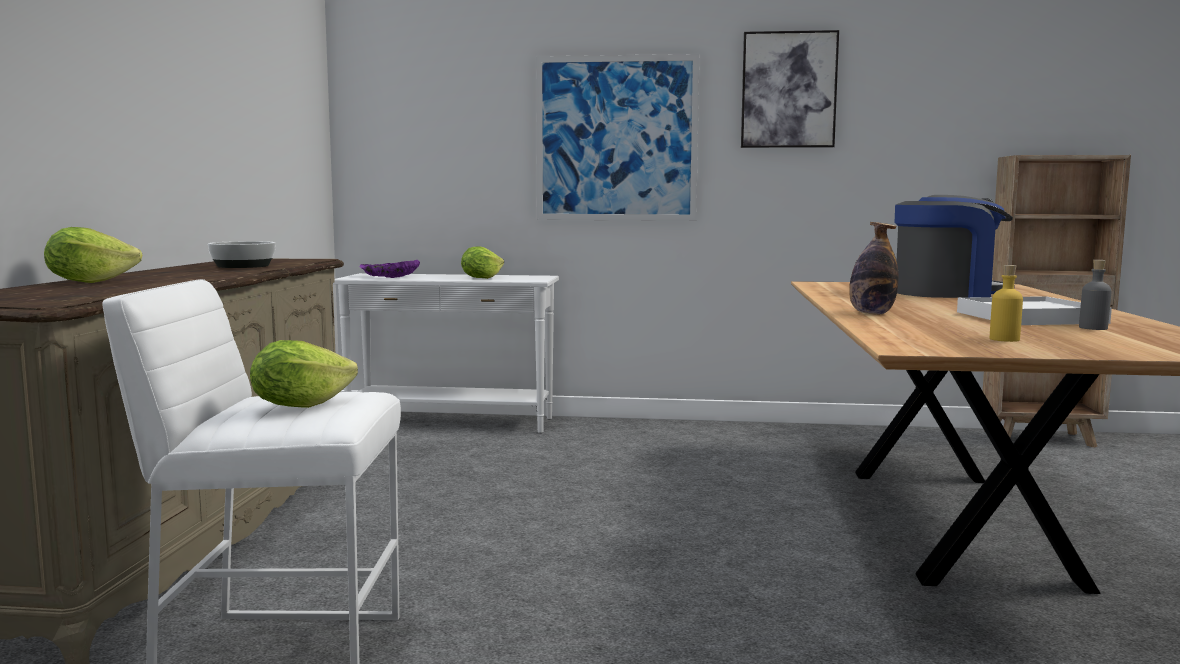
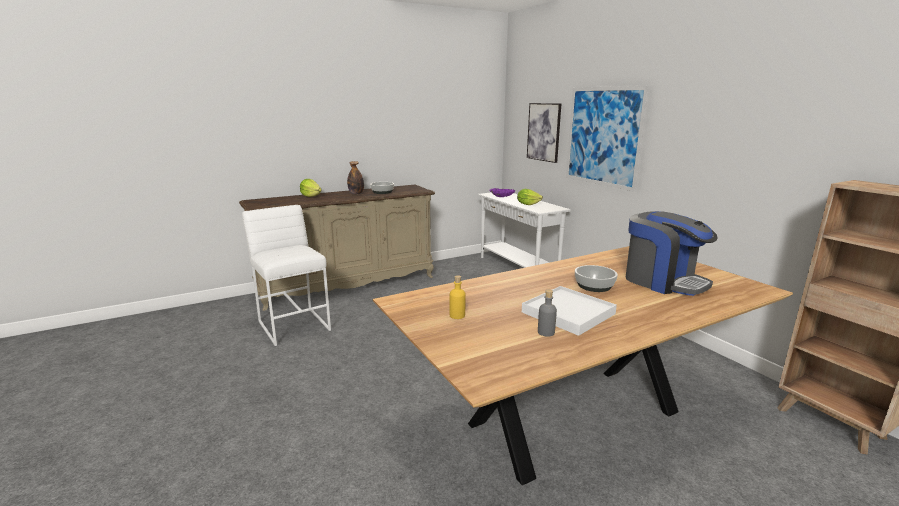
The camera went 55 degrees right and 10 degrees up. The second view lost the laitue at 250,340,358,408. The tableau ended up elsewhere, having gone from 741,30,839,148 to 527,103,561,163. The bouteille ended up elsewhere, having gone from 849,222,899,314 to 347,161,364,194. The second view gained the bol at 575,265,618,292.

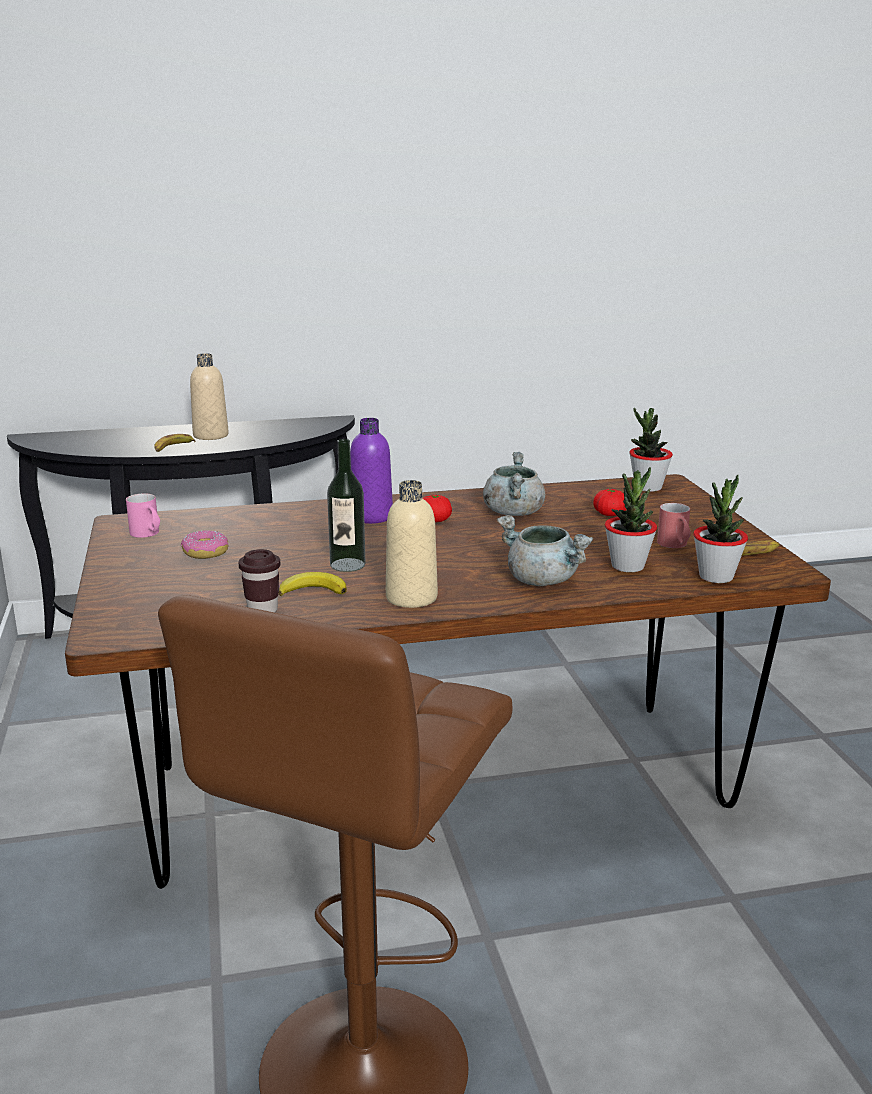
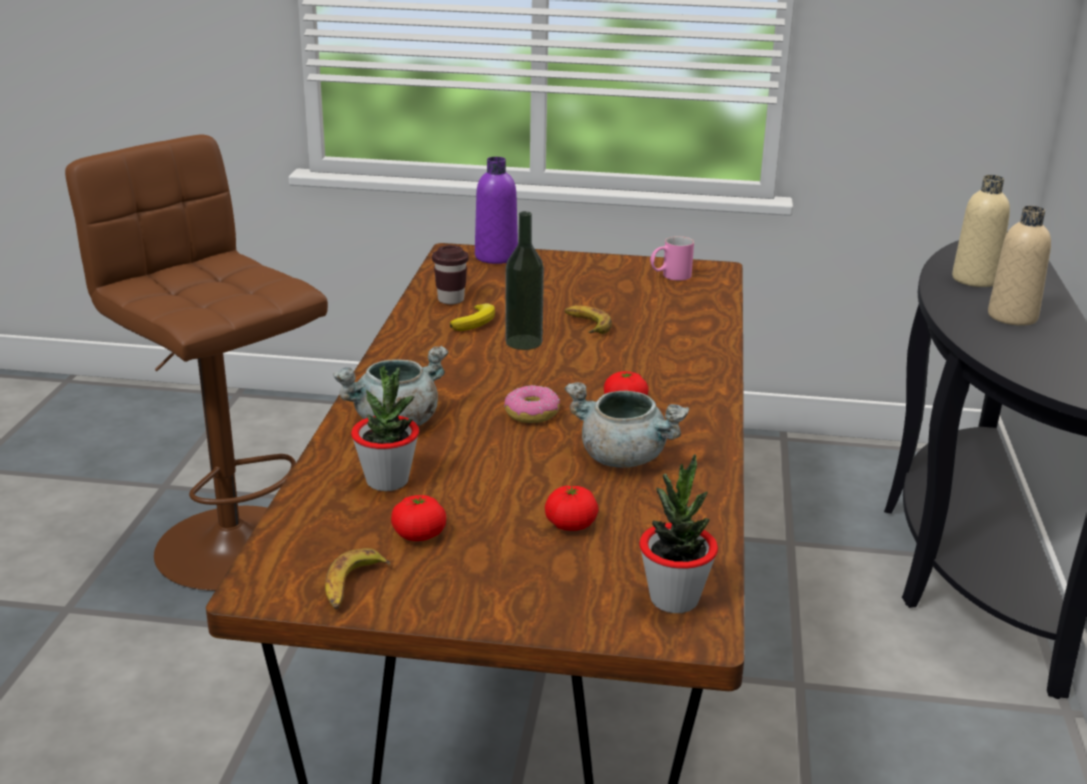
The camera went 110 degrees right and 5 degrees up. The banane ended up elsewhere, having gone from 154,434,195,452 to 565,305,612,334. The beignet ended up elsewhere, having gone from 181,530,228,559 to 504,385,560,423. The bouteille/violet ended up elsewhere, having gone from 350,418,393,524 to 475,157,518,264. The bouteille/beige ended up elsewhere, having gone from 386,480,438,608 to 952,175,1010,287. Where the mug/rouge stood at 657,503,691,548, the tomate came to stand at 391,495,446,541. The second view lost the plante en pot at 693,474,748,583.

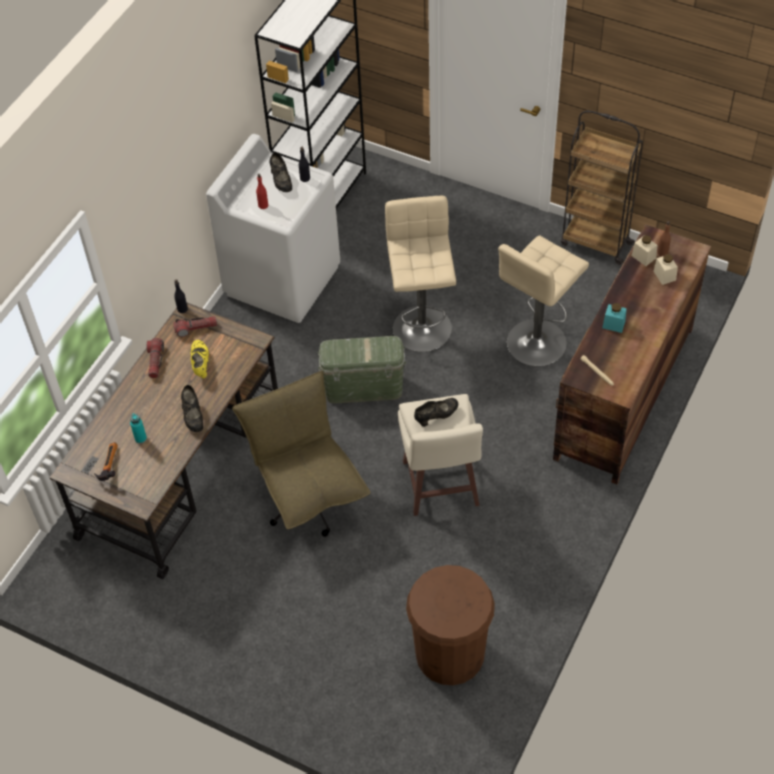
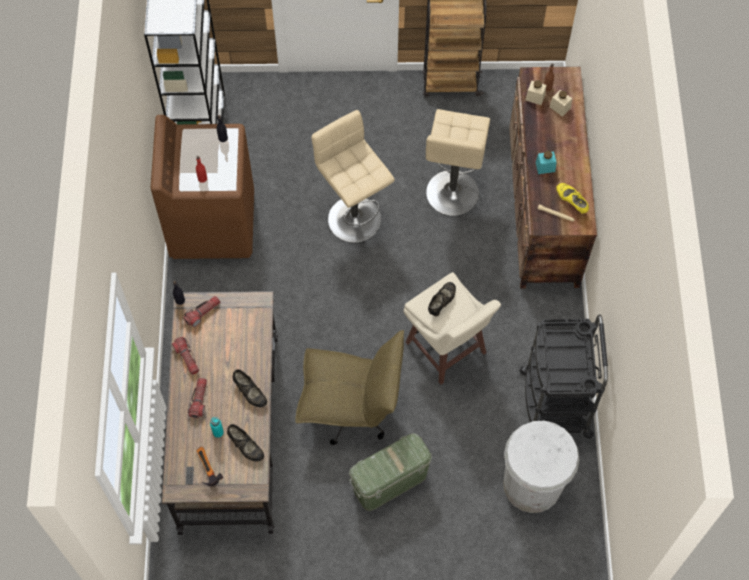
The camera went 30 degrees left and 10 degrees up. The chaussure/jaune ended up elsewhere, having gone from 191,340,209,378 to 556,183,589,214. What was the lave-linge/blanc at 206,134,340,323 turned into the lave-linge/marron at 150,115,254,259. The chaise de bureau/beige at 232,371,371,537 ended up facing another way, 150 degrees clockwise from before. The chaussure/noir ended up elsewhere, having gone from 269,152,292,192 to 227,424,264,462. The boîte de rangement/vert ended up elsewhere, having gone from 317,336,406,403 to 348,433,432,511. What was the poubelle/marron at 406,565,495,685 turned into the poubelle/blanc at 503,421,580,513. The second view gained the lampe de poche at 188,378,207,418. The second view gained the chariot/noir at 519,314,608,439.

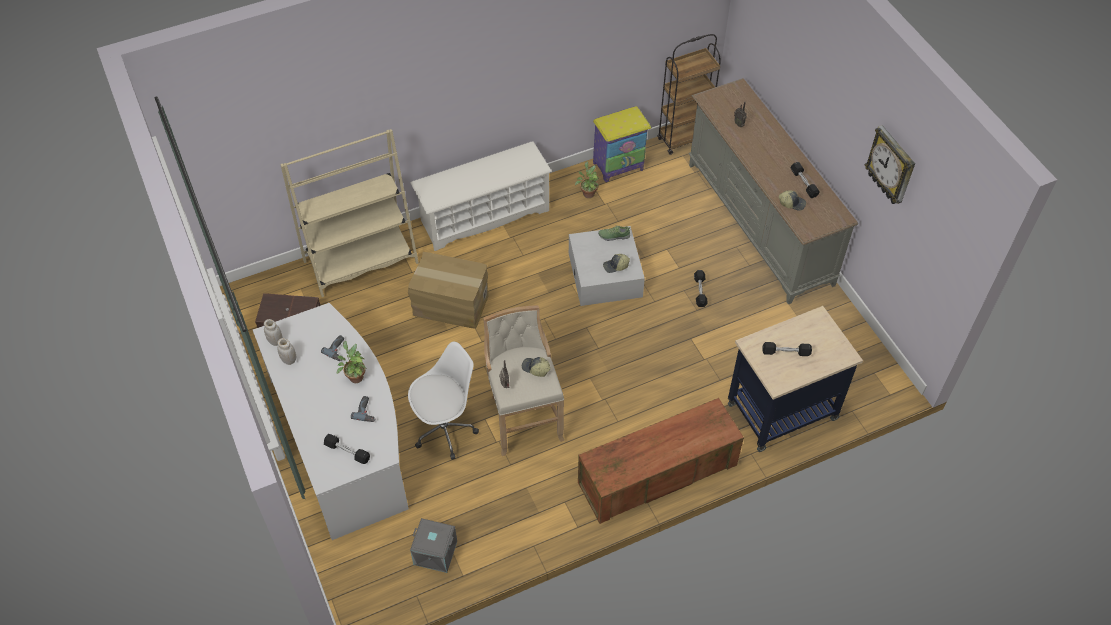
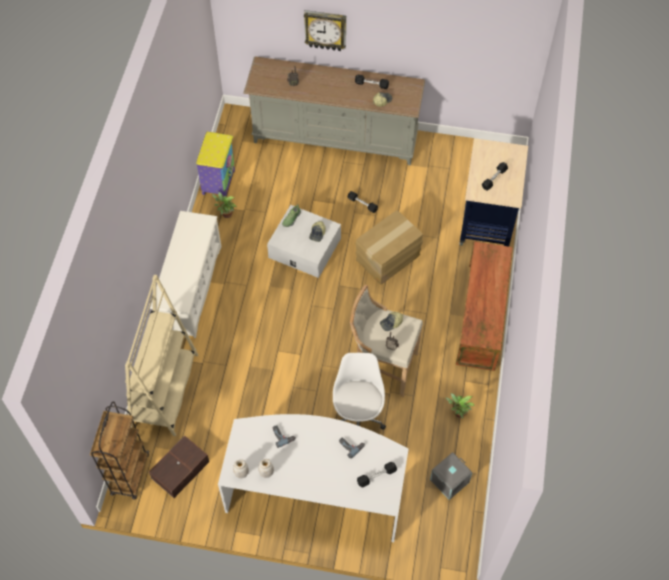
The camera went 55 degrees left and 5 degrees up. The plante en pot ended up elsewhere, having gone from 336,341,367,383 to 445,393,475,418. The carton ended up elsewhere, having gone from 408,252,489,329 to 355,210,423,285. The chariot/marron ended up elsewhere, having gone from 657,34,721,155 to 90,401,149,499. The horloge murale ended up elsewhere, having gone from 865,125,915,204 to 304,10,346,51.

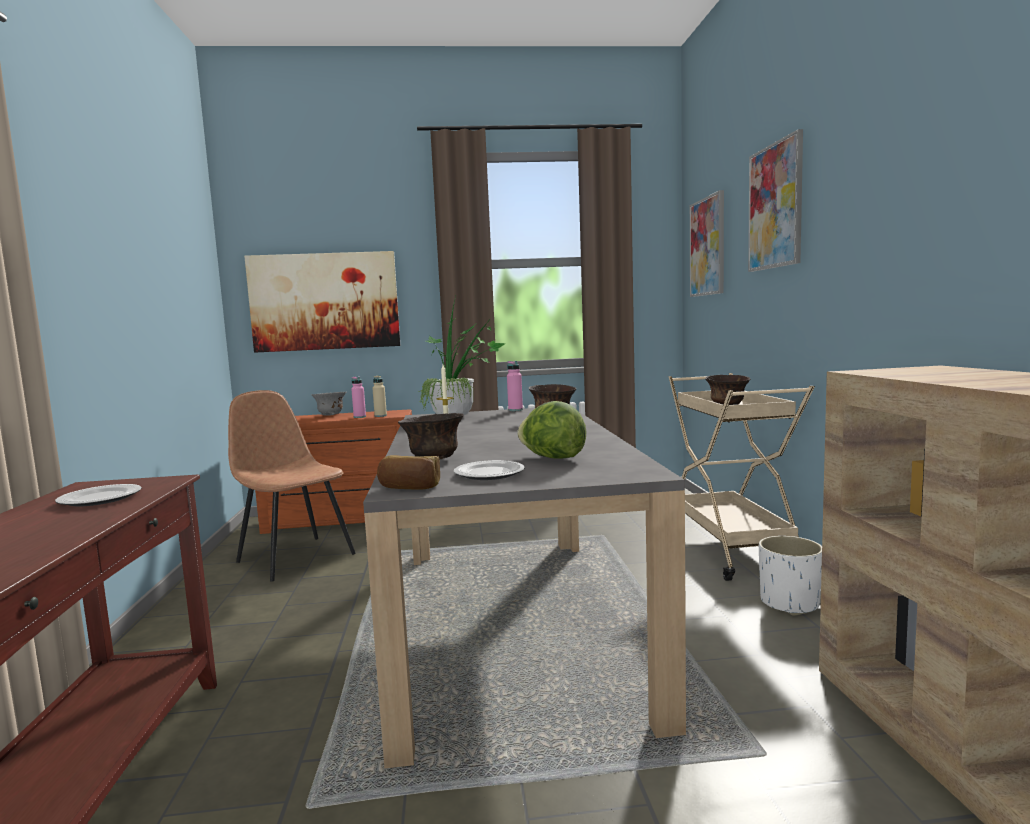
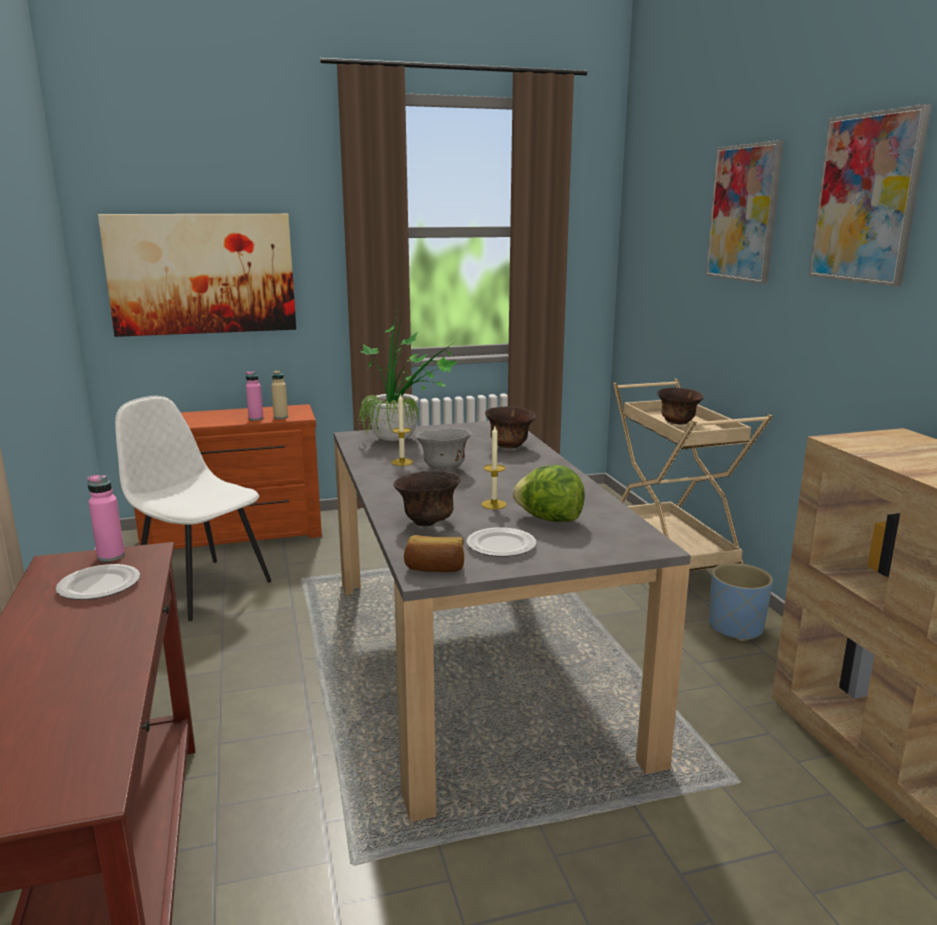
The camera went 10 degrees left and 10 degrees up. What was the chaise/marron at 228,390,356,581 turned into the chaise/blanc at 115,396,272,621. The bol/gris ended up elsewhere, having gone from 311,392,346,416 to 415,428,472,471. The bouteille/rose ended up elsewhere, having gone from 507,361,523,411 to 88,475,125,562. The tableau ended up elsewhere, having gone from 690,190,724,297 to 809,104,931,287. What was the cache-pot/blanc at 759,536,822,616 turned into the cache-pot/bleu at 709,563,773,641. The second view gained the bougie at 482,426,507,509.

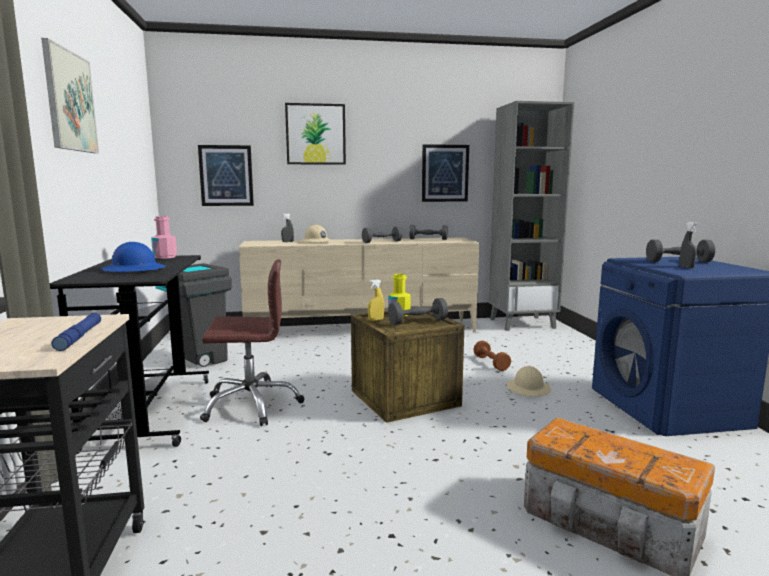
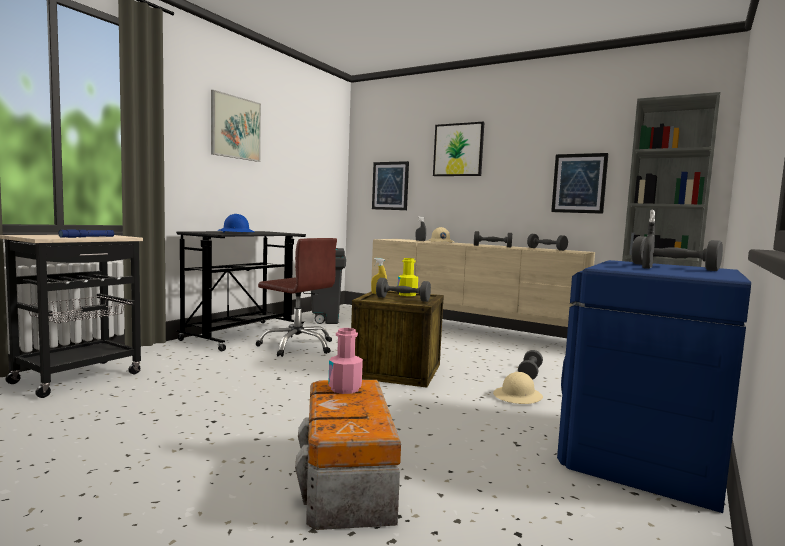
The camera went 40 degrees right and 5 degrees down. The bouteille/rose ended up elsewhere, having gone from 151,216,177,259 to 328,328,363,394. What was the haltère/marron at 473,341,511,371 turned into the haltère/gris at 518,350,543,380.

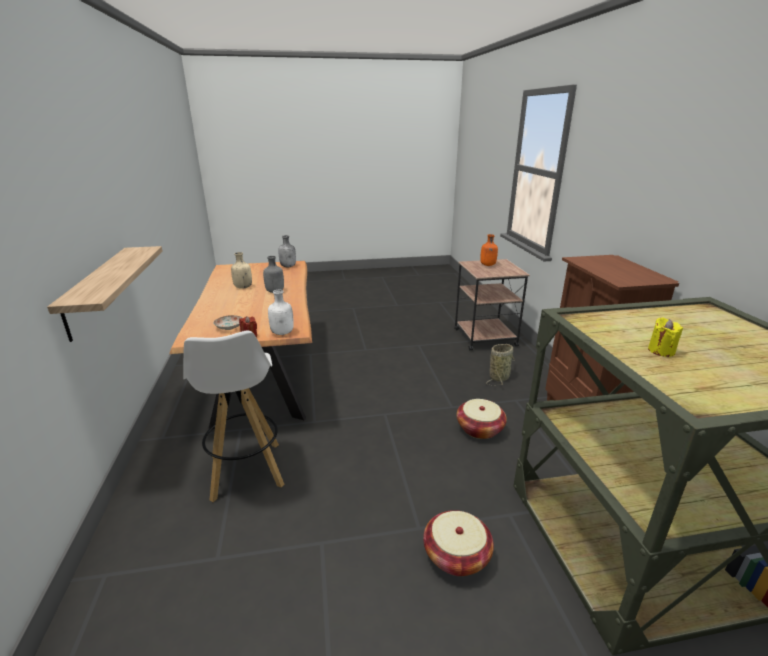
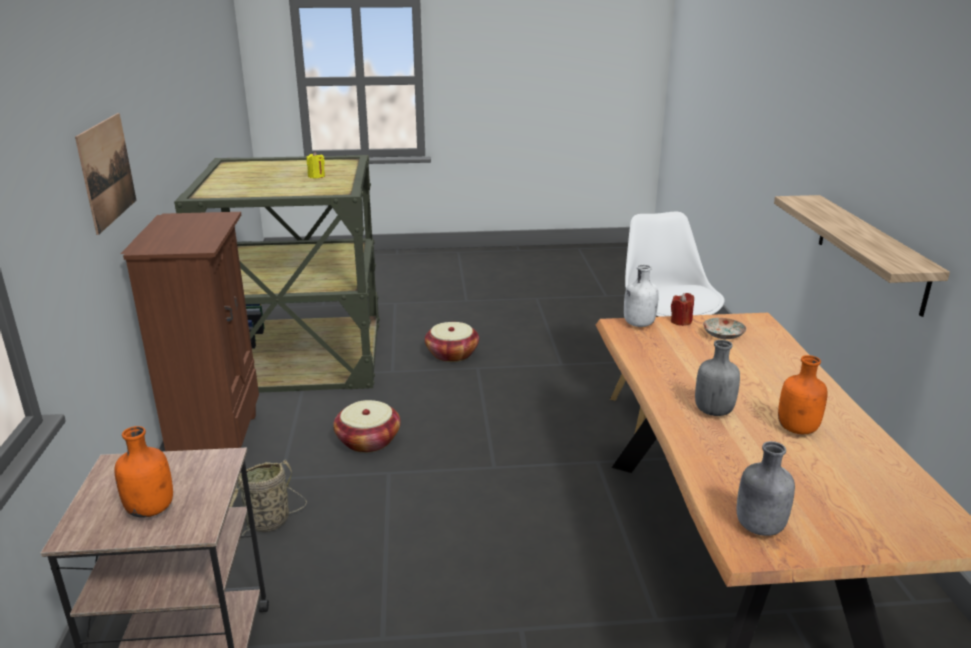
The camera went 175 degrees left and 0 degrees up. What was the bouteille/beige at 231,252,252,289 turned into the bouteille/orange at 778,355,828,434. The second view gained the tableau at 75,113,136,235.

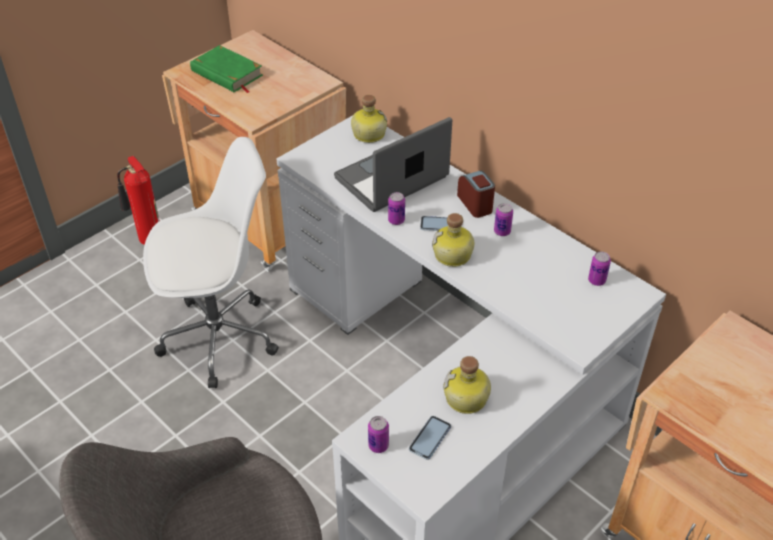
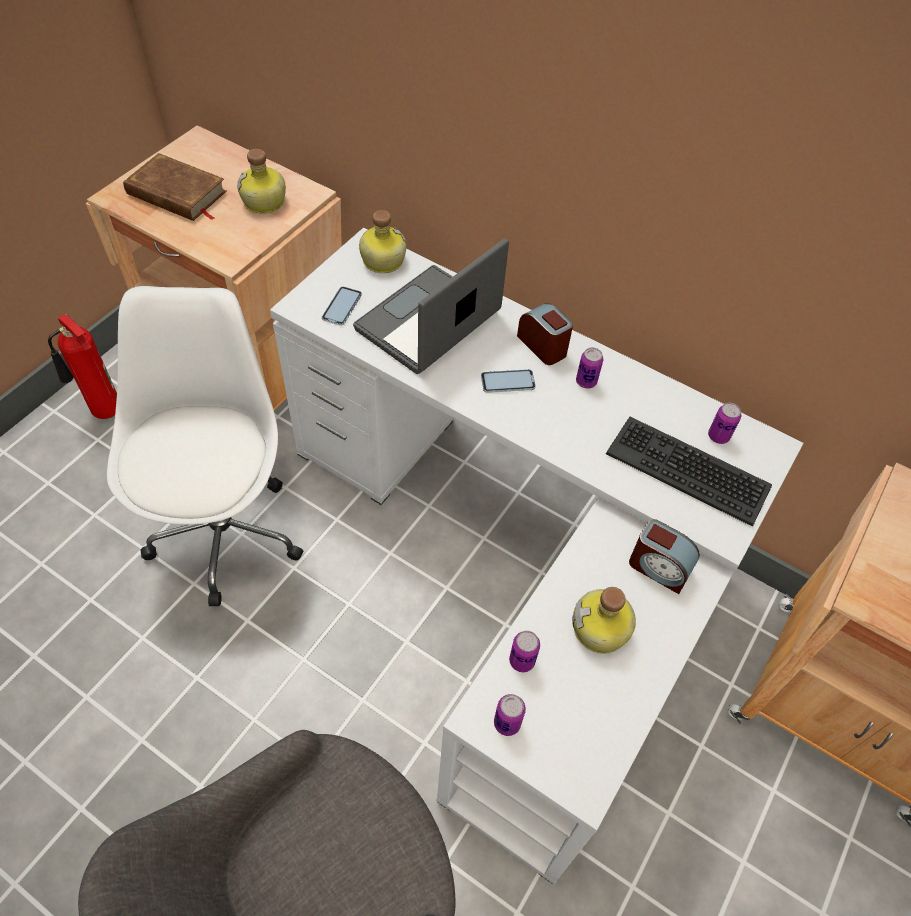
The camera went 15 degrees left and 10 degrees up. The chaise de bureau/blanc at 143,137,279,388 ended up facing another way, 60 degrees counterclockwise from before. What was the livre/vert at 190,45,263,93 turned into the livre/marron at 123,153,227,221. The boîte métallique ended up elsewhere, having gone from 388,192,405,225 to 509,631,540,672. The téléphone ended up elsewhere, having gone from 409,416,451,460 to 322,287,362,326. The bouteille ended up elsewhere, having gone from 432,213,474,267 to 237,149,286,214. The second view gained the clavier at 606,417,772,526. The second view gained the réveil at 629,519,700,594.

